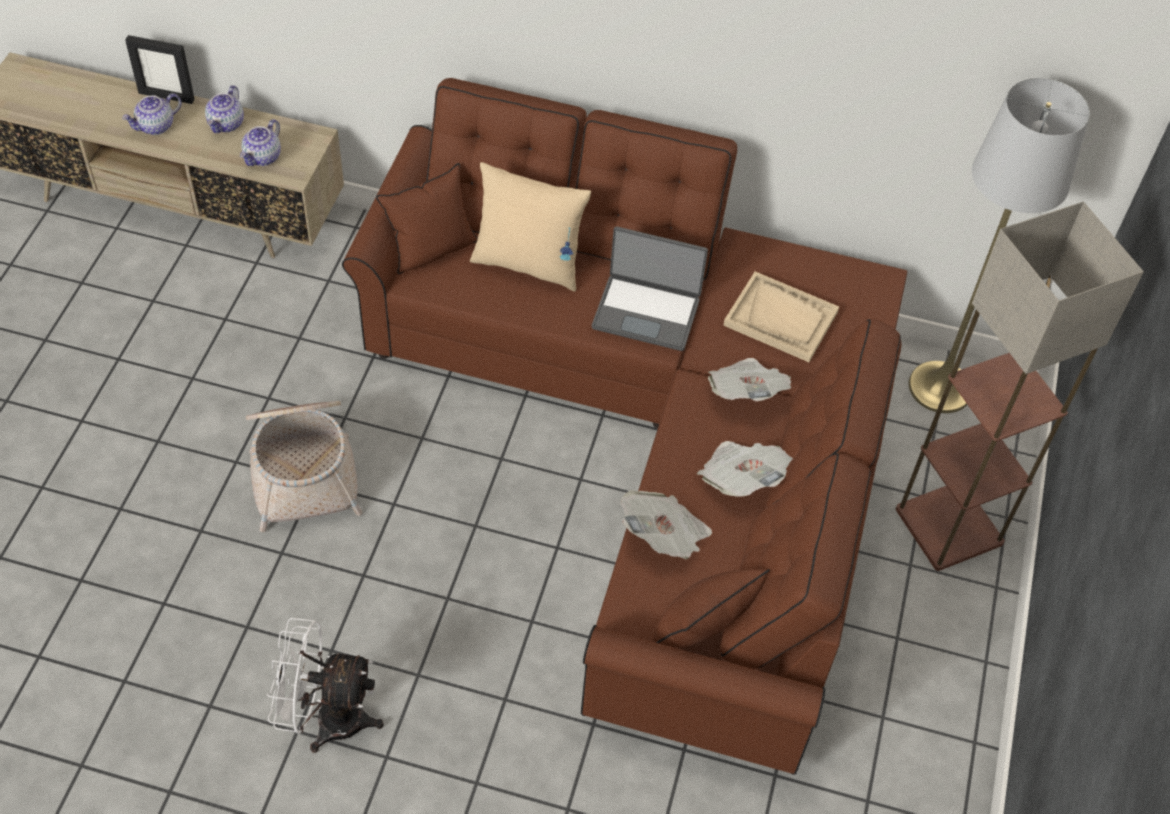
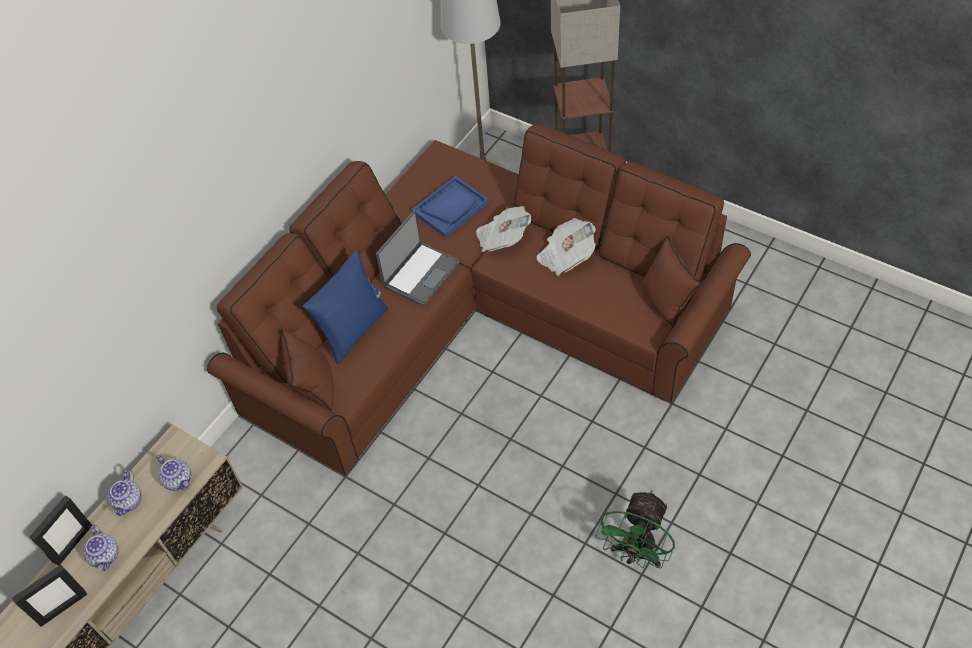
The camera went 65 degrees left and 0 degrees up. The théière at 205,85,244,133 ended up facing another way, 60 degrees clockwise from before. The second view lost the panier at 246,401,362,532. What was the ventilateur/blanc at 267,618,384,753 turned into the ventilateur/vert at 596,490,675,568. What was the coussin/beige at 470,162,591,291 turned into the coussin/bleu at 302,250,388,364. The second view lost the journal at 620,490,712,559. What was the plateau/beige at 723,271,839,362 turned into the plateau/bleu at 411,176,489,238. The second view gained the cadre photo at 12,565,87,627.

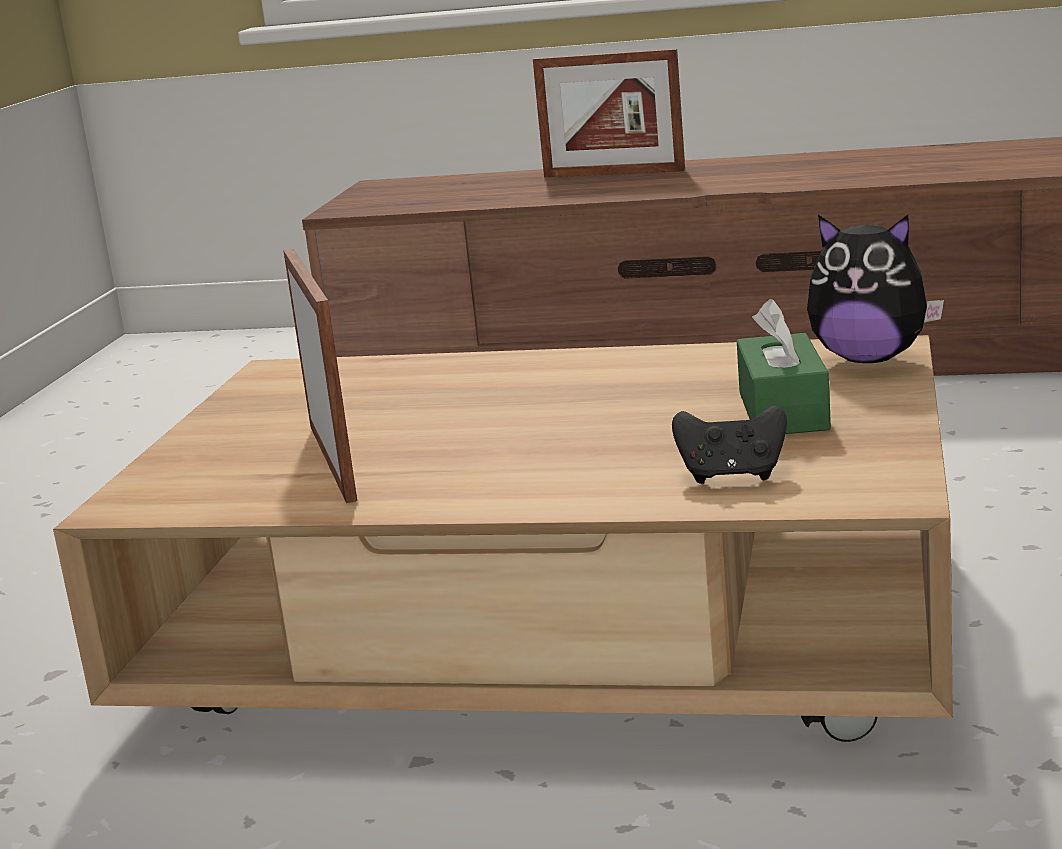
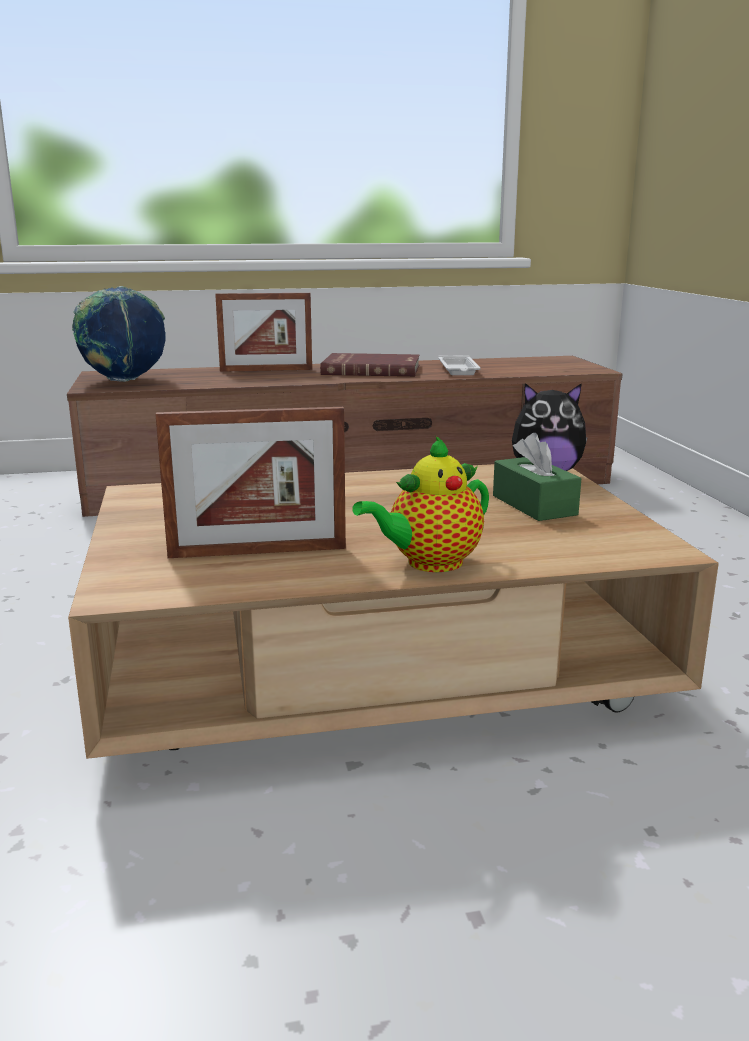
The camera went 25 degrees left and 0 degrees up. The cadre photo at 283,249,357,503 ended up facing another way, 120 degrees clockwise from before. The second view lost the manette/noir at 672,405,787,484. The second view gained the globe at 72,286,165,382. The second view gained the livre/rouge at 320,353,419,377. The second view gained the théière at 352,436,489,572. The second view gained the plateau/blanc at 438,355,481,375.

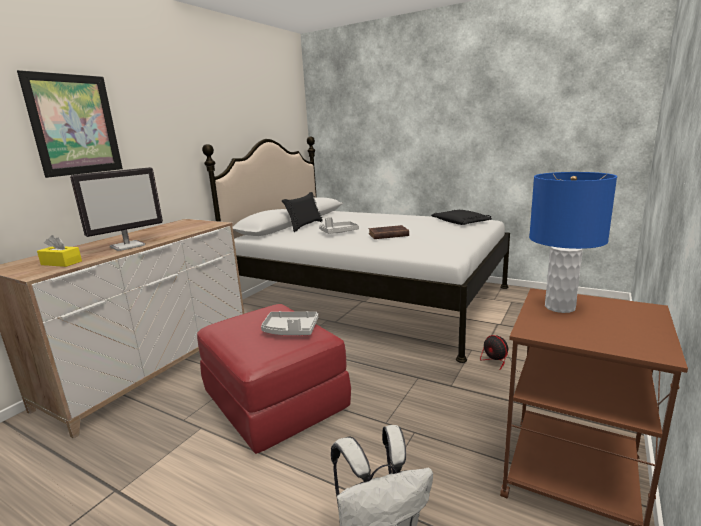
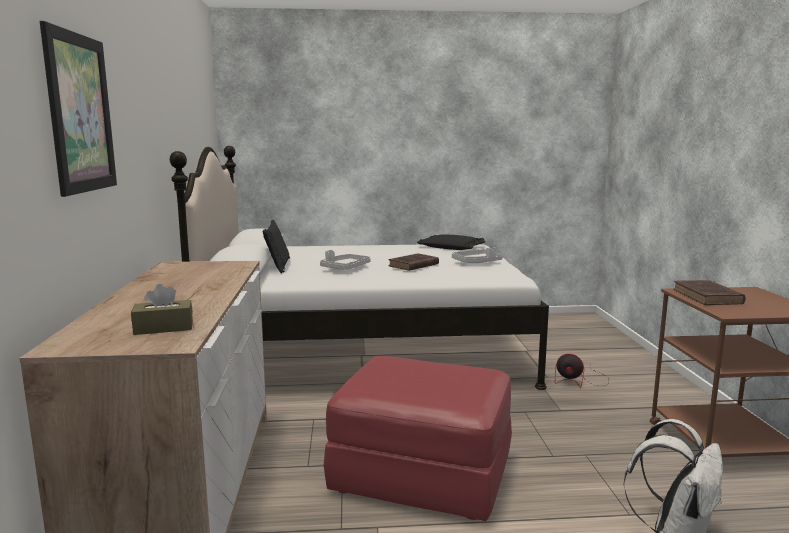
The camera went 35 degrees left and 5 degrees down. What was the boîte à mouchoirs/jaune at 37,235,82,267 turned into the boîte à mouchoirs/marron at 131,284,193,335. The second view lost the écran d'ordinateur at 70,167,163,251. The plateau/gris ended up elsewhere, having gone from 261,311,318,335 to 452,247,503,263. Where the lampe de table/bleu stood at 529,172,617,313, the livre/marron came to stand at 673,280,746,305.

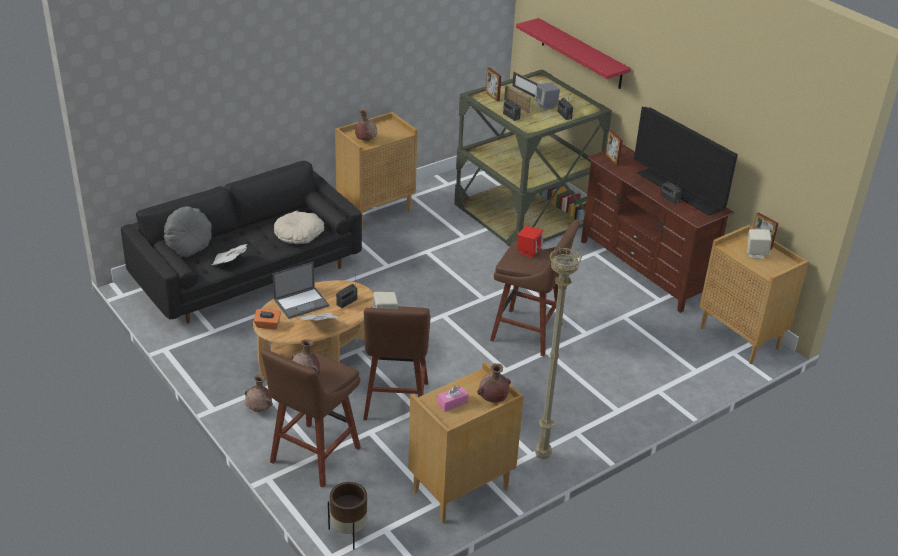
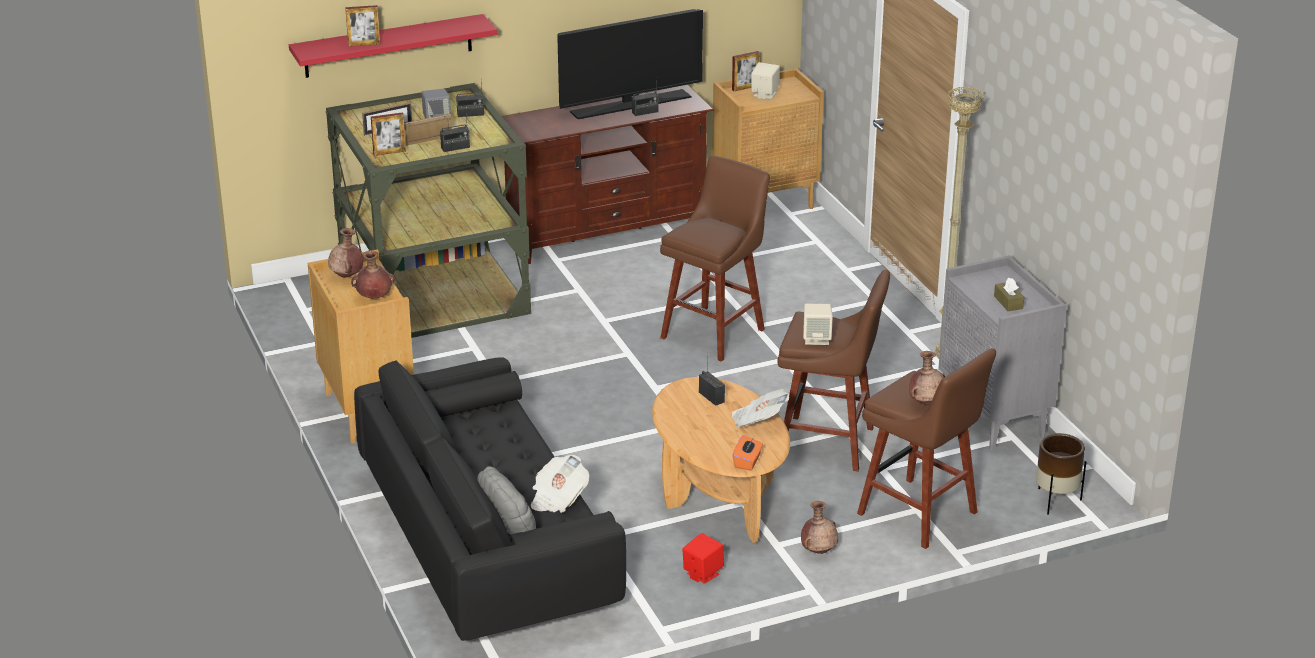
The camera went 75 degrees left and 5 degrees down. The second view lost the ordinateur portable at 273,262,329,319. The second view lost the coussin/beige at 274,211,324,244. What was the meuble de rangement/marron at 408,361,524,523 turned into the meuble de rangement/gris at 939,255,1067,450. What was the boîte à mouchoirs/rose at 437,386,469,412 turned into the boîte à mouchoirs/marron at 994,278,1024,311. The vase/marron ended up elsewhere, having gone from 477,363,511,403 to 328,228,363,278. The enceinte/rouge ended up elsewhere, having gone from 517,226,543,258 to 682,533,724,584. The cadre photo ended up elsewhere, having gone from 606,130,623,166 to 345,5,380,47.

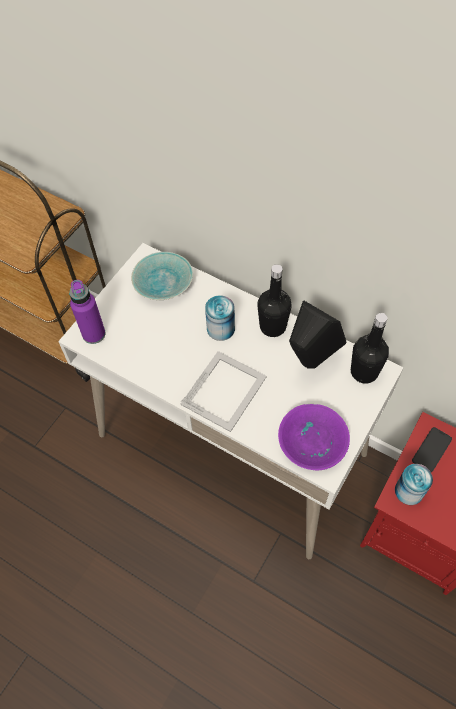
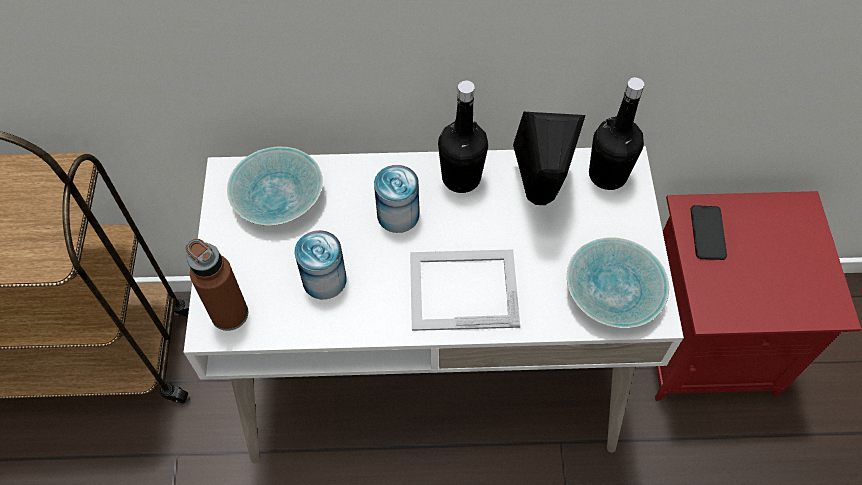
The camera went 35 degrees left and 0 degrees up. What was the bouteille/violet at 69,280,106,344 turned into the bouteille/marron at 186,239,248,331. The cadre photo at 181,351,267,432 ended up facing another way, 90 degrees counterclockwise from before. What was the bol/violet at 278,404,350,470 turned into the bol/turquoise at 567,237,669,328. The boîte métallique ended up elsewhere, having gone from 395,464,433,505 to 294,230,347,299.

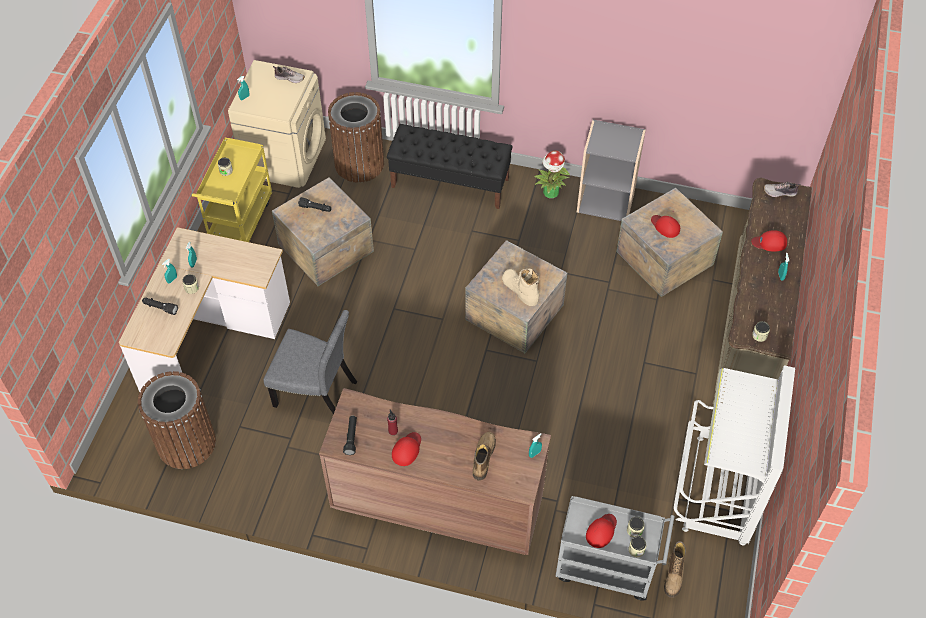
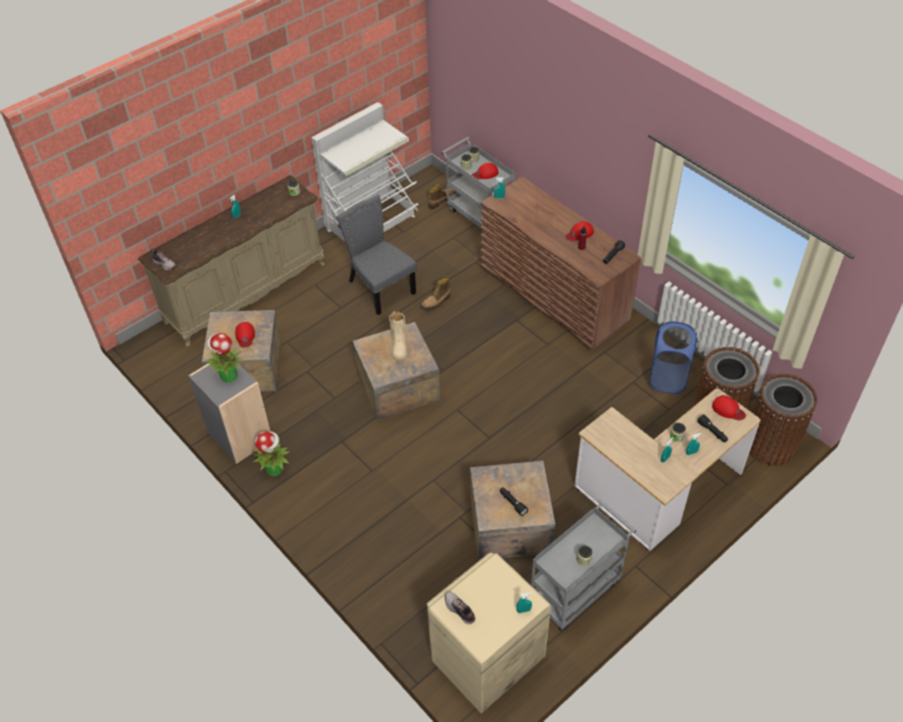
The camera went 145 degrees left and 5 degrees down. What was the chariot/jaune at 191,138,272,242 turned into the chariot/gris at 531,499,637,631. The chaise/gris ended up elsewhere, having gone from 263,310,357,414 to 336,195,417,315. The poubelle/marron ended up elsewhere, having gone from 328,92,384,183 to 749,374,817,466. The second view lost the banc/noir at 387,124,513,209. The botte ended up elsewhere, having gone from 473,432,496,481 to 421,276,451,311. The casquette/rouge ended up elsewhere, having gone from 751,230,787,251 to 712,395,746,420. The second view gained the plante en pot at 206,333,244,383. The second view gained the panier à linge/bleu at 649,322,697,394.

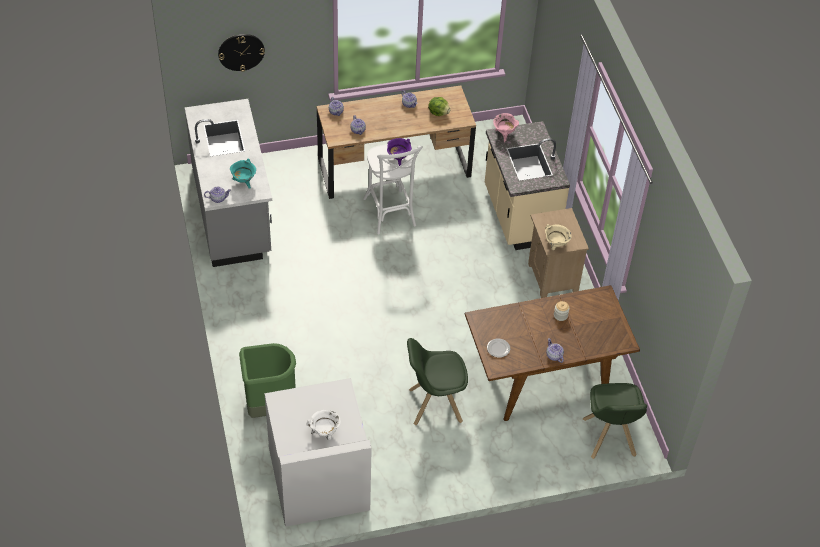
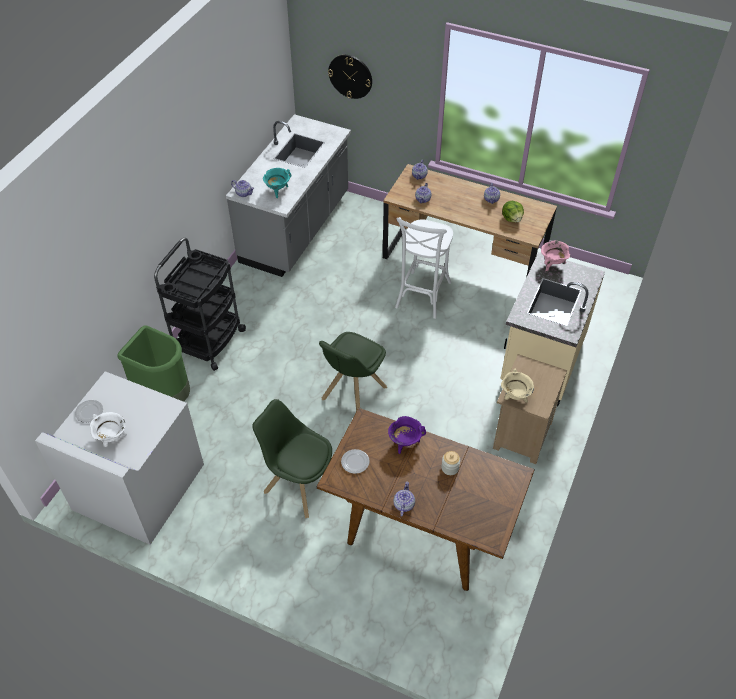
The camera went 40 degrees right and 0 degrees up. The marmite/violet ended up elsewhere, having gone from 387,138,412,166 to 388,416,426,454. The chaise/vert ended up elsewhere, having gone from 583,383,647,459 to 319,332,387,412. The second view gained the assiette at 75,400,103,423. The second view gained the chariot/noir at 154,238,246,371.

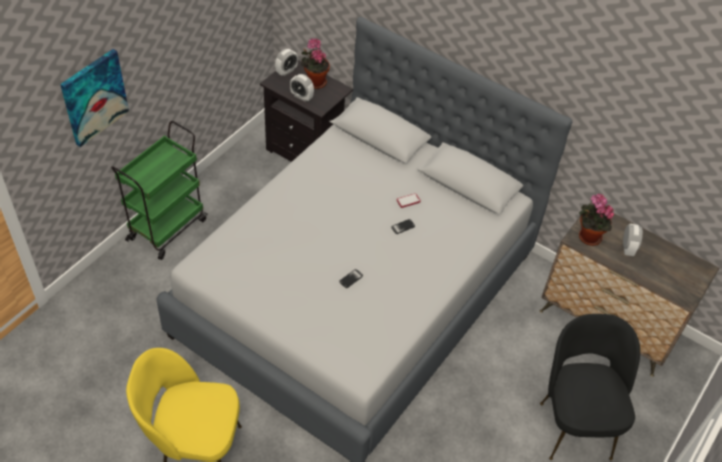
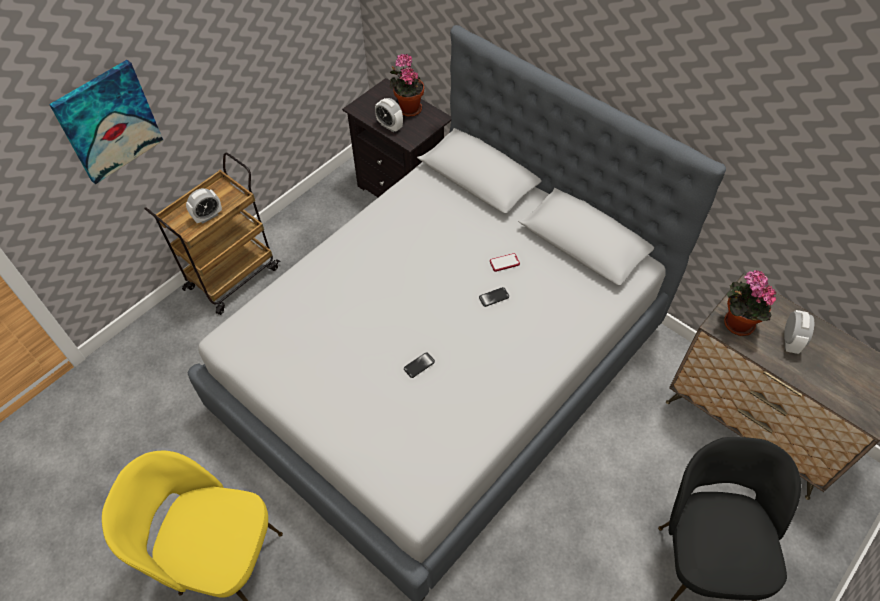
The camera went 10 degrees right and 5 degrees up. What was the chariot/vert at 111,121,209,260 turned into the chariot/marron at 144,152,281,315. The réveil ended up elsewhere, having gone from 275,49,298,76 to 186,188,222,224.

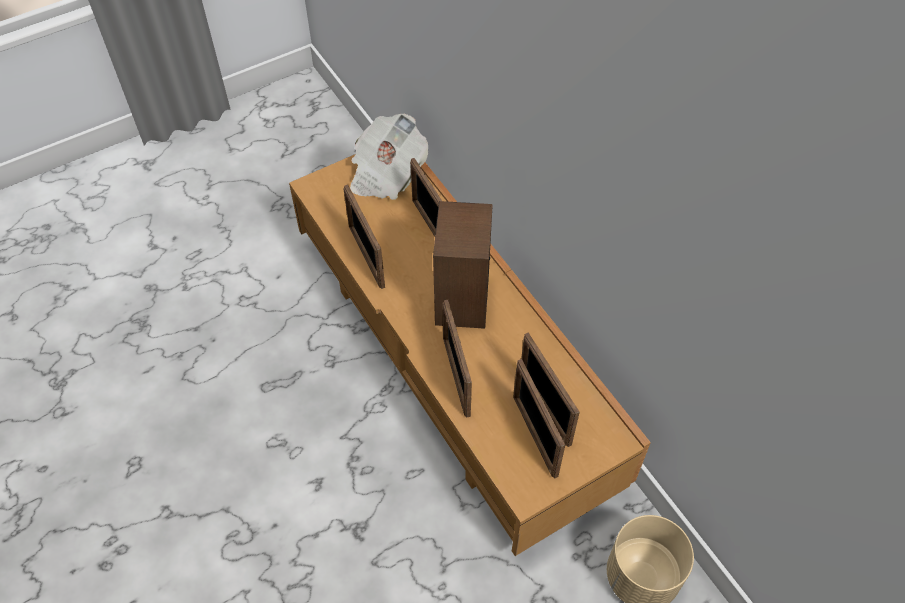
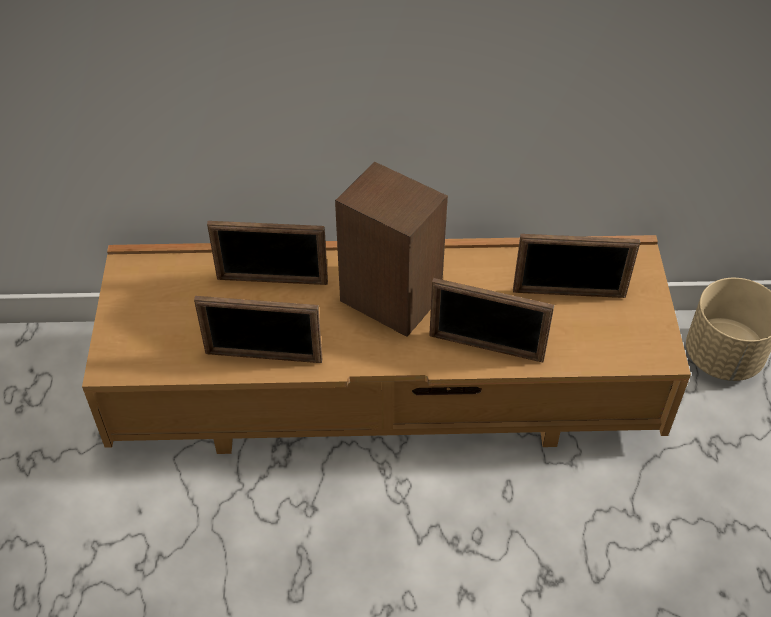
The camera went 60 degrees left and 5 degrees down. The second view lost the journal at 350,114,428,200. The second view lost the cadre photo at 513,359,565,479.

